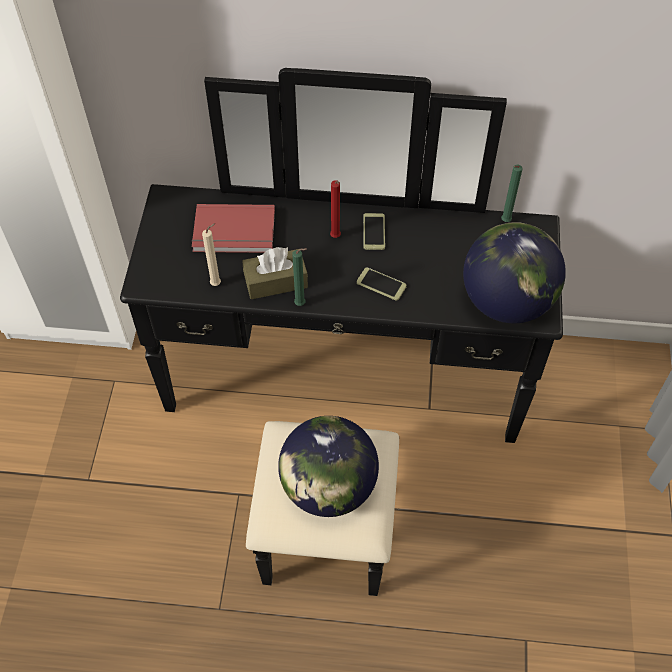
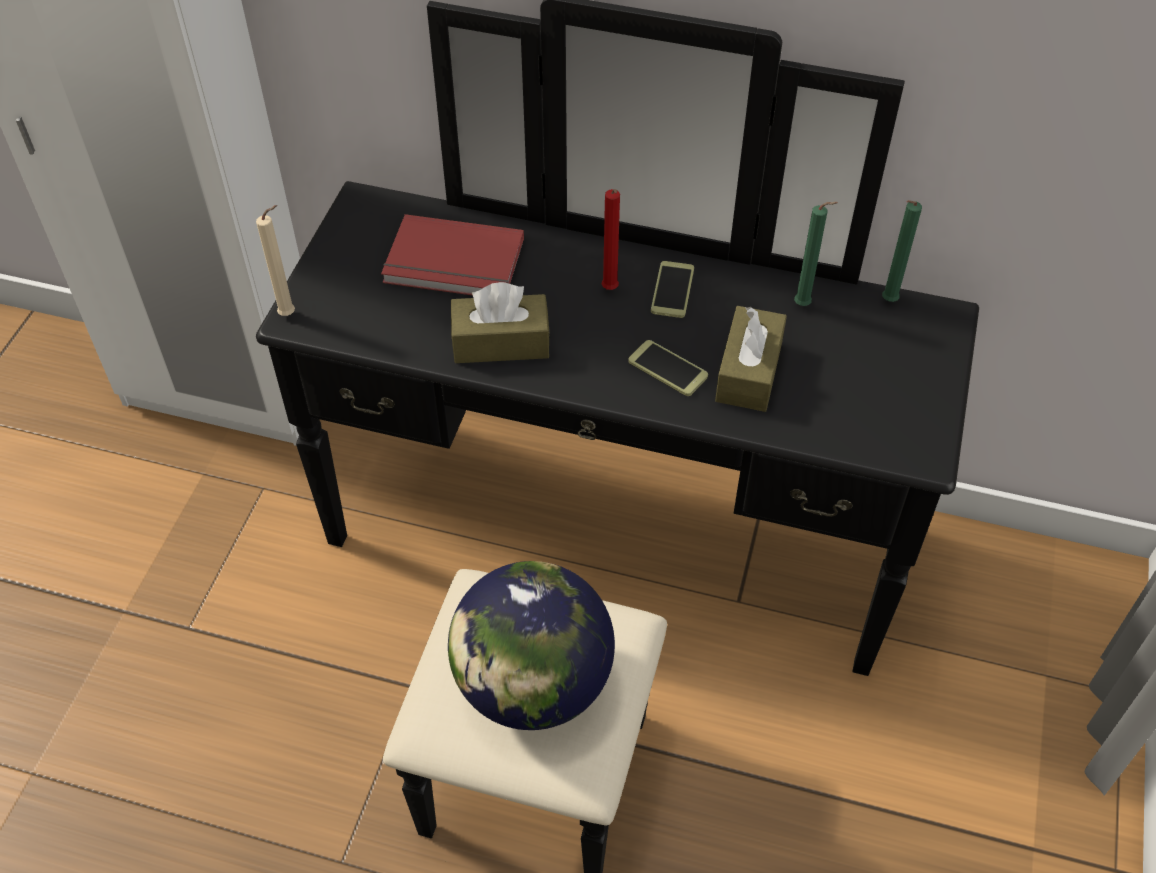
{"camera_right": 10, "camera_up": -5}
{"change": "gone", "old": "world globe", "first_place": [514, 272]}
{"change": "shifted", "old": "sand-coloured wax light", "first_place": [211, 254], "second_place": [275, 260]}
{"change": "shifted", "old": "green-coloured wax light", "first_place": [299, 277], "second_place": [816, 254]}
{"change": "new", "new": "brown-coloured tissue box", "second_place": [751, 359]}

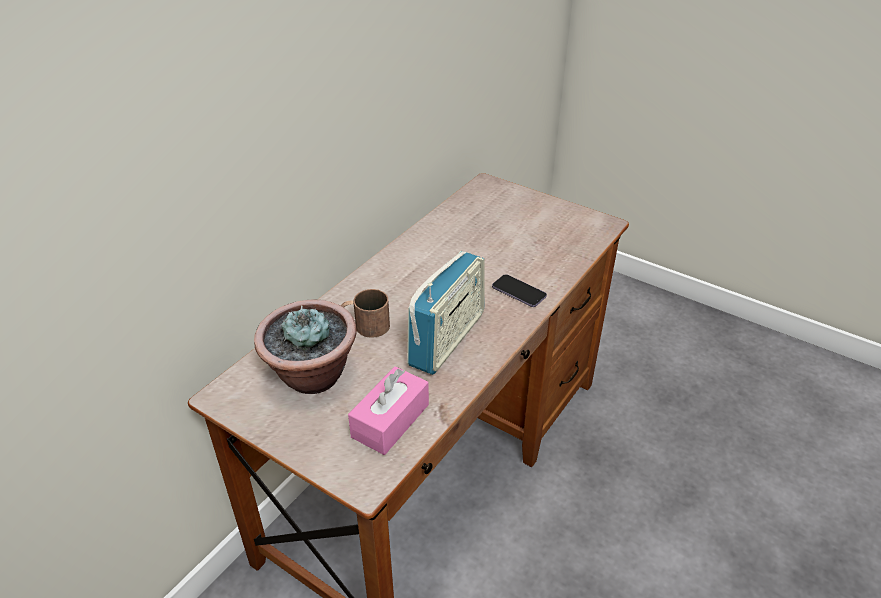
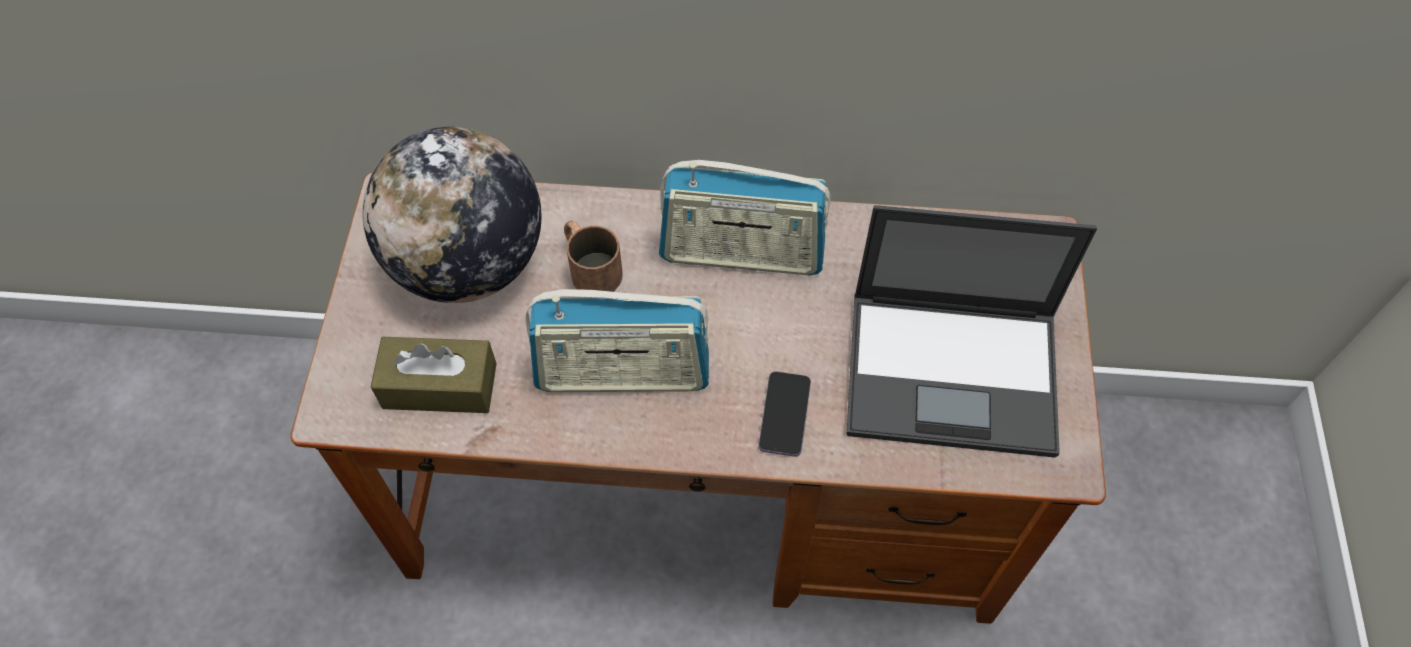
{"camera_right": 60, "camera_up": 20}
{"change": "swapped", "old": "plant in a pot", "new": "world globe", "first_place": [305, 346], "second_place": [452, 215]}
{"change": "repainted", "old": "pinkish tissue box", "new": "brown-coloured tissue box", "first_place": [388, 410], "second_place": [434, 375]}
{"change": "new", "new": "radio receiver", "second_place": [745, 218]}
{"change": "new", "new": "portable computer", "second_place": [972, 331]}

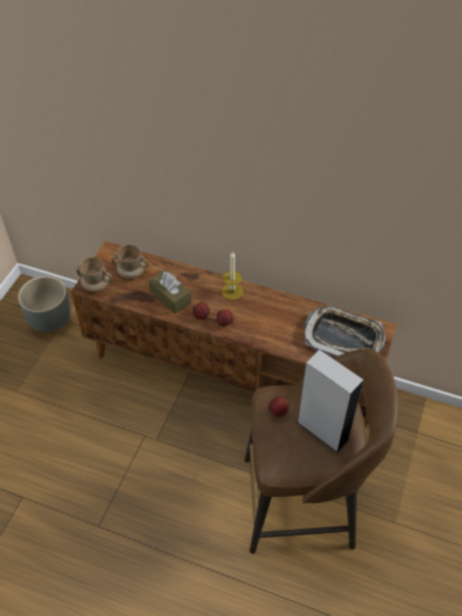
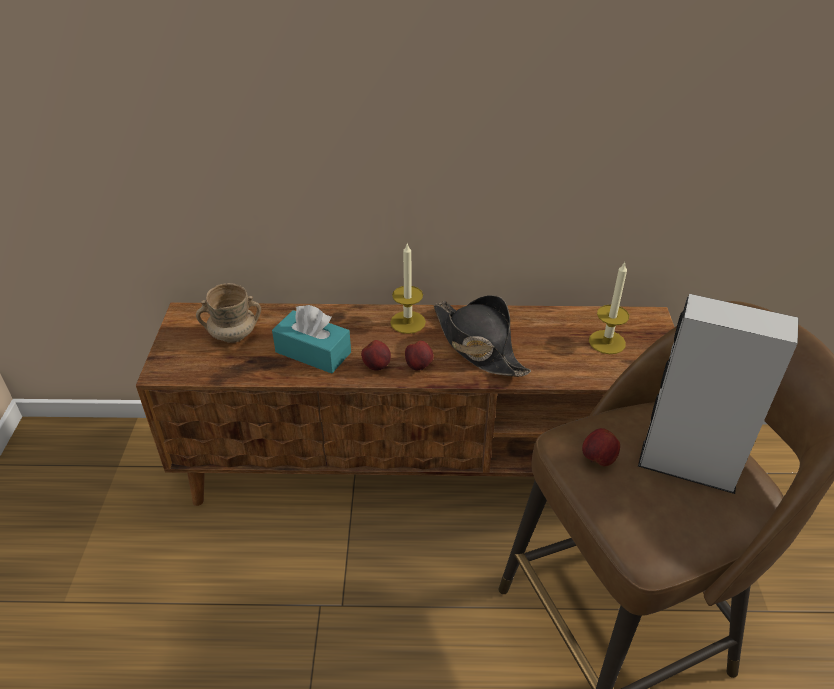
{"camera_right": -20, "camera_up": -10}
{"change": "gone", "old": "sand-coloured mug", "first_place": [94, 274]}
{"change": "repainted", "old": "brown-coloured tissue box", "new": "turquoise tissue box", "first_place": [170, 292], "second_place": [311, 339]}
{"change": "gone", "old": "greyish planter", "first_place": [44, 304]}
{"change": "swapped", "old": "serving tray", "new": "wax light", "first_place": [345, 331], "second_place": [609, 307]}
{"change": "new", "new": "black wearable hat", "second_place": [482, 336]}

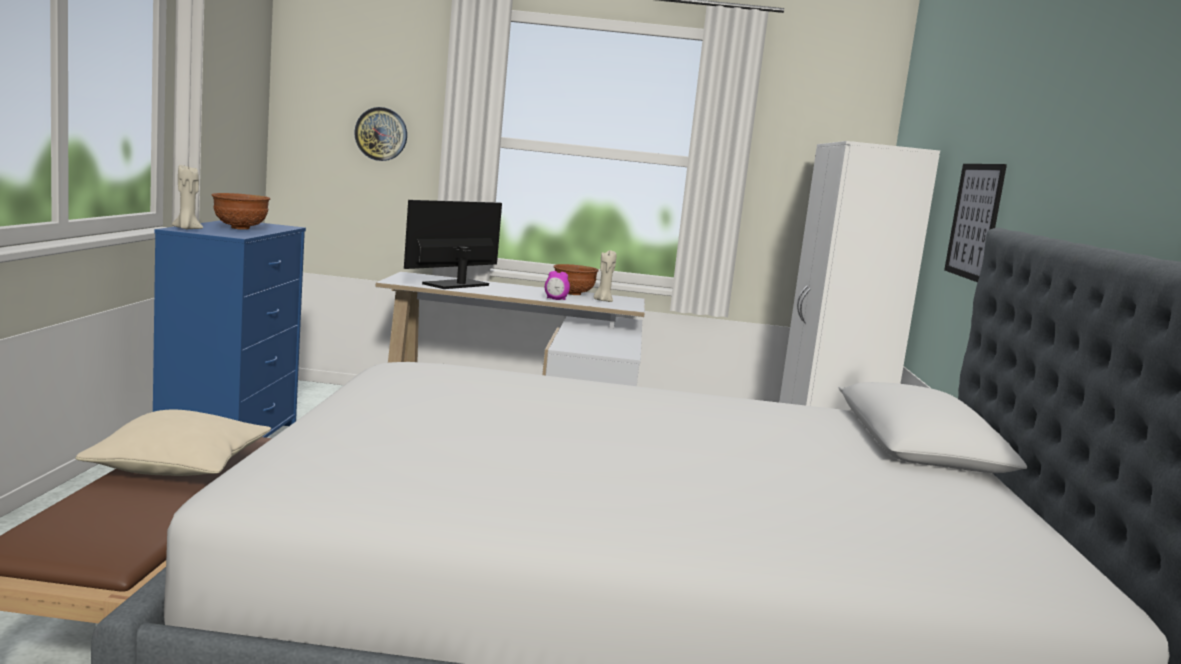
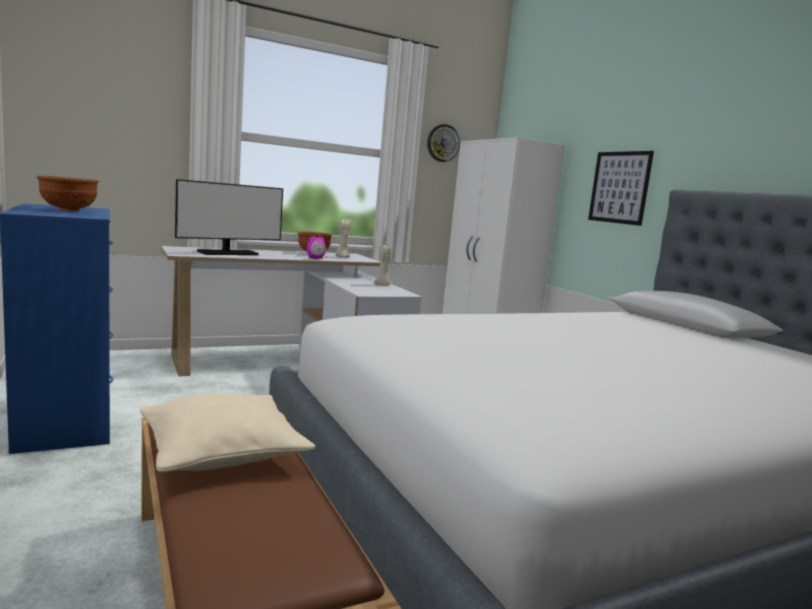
{"camera_right": -30, "camera_up": 0}
{"change": "shifted", "old": "clock on the wall", "first_place": [380, 134], "second_place": [443, 143]}
{"change": "shifted", "old": "sand-coloured wax light", "first_place": [187, 197], "second_place": [383, 265]}
{"change": "rotated", "old": "monitor", "first_place": [453, 244], "second_place": [229, 217], "degrees": -135}

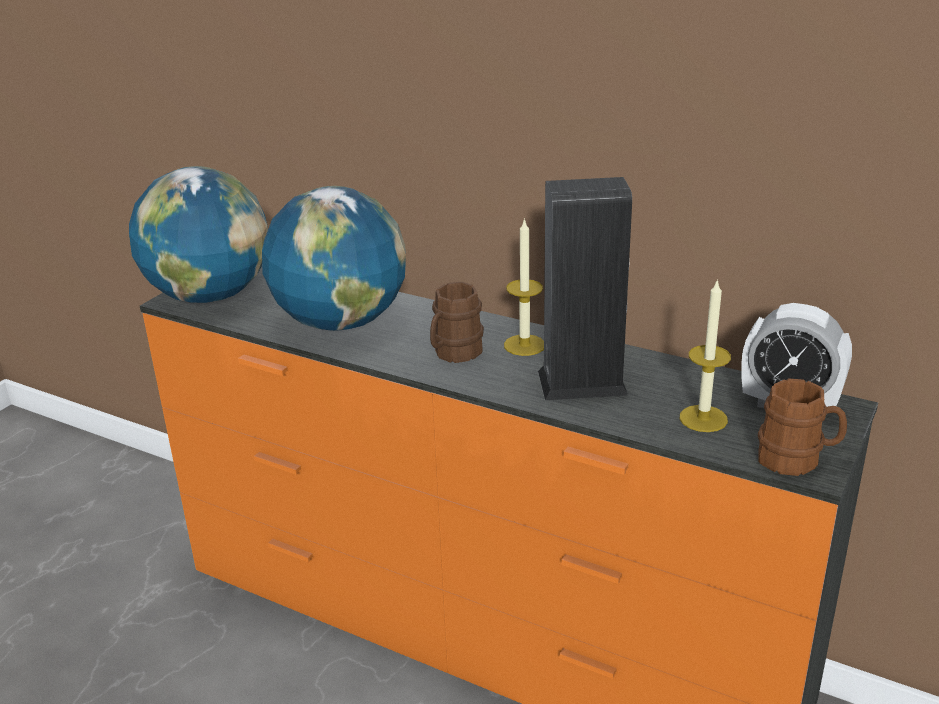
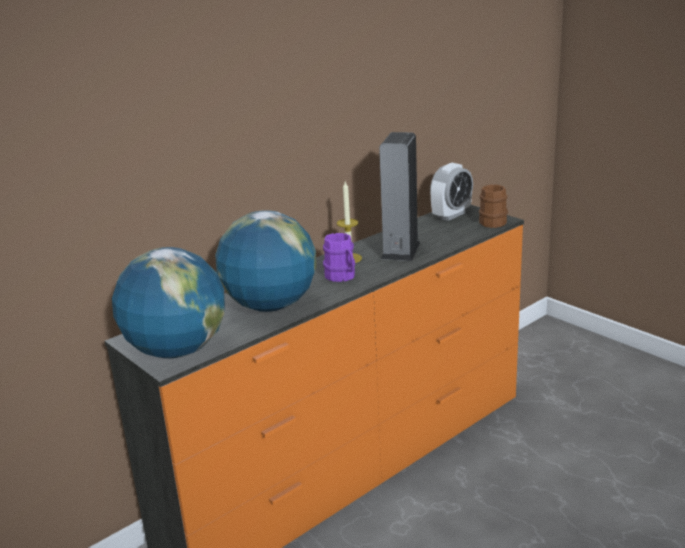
{"camera_right": -70, "camera_up": -5}
{"change": "gone", "old": "wax light", "first_place": [705, 355]}
{"change": "repainted", "old": "brown-coloured mug", "new": "purplish mug", "first_place": [457, 322], "second_place": [339, 257]}

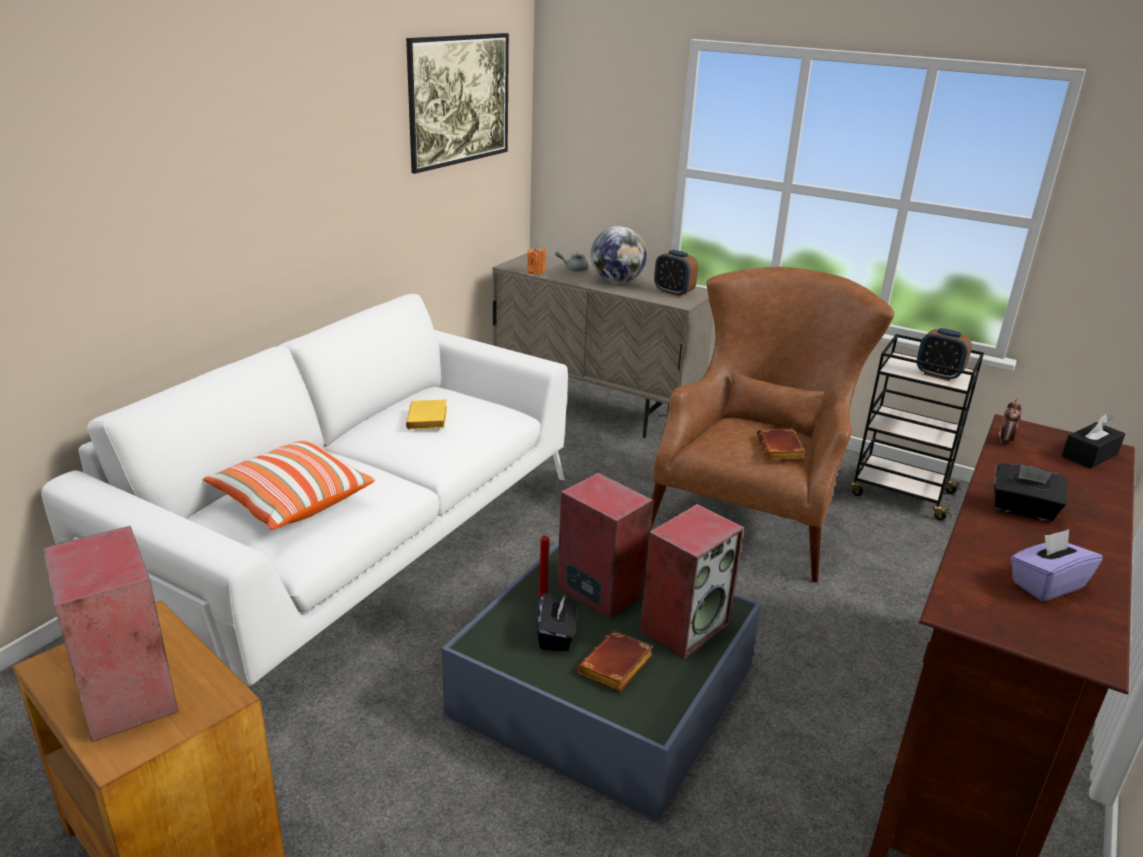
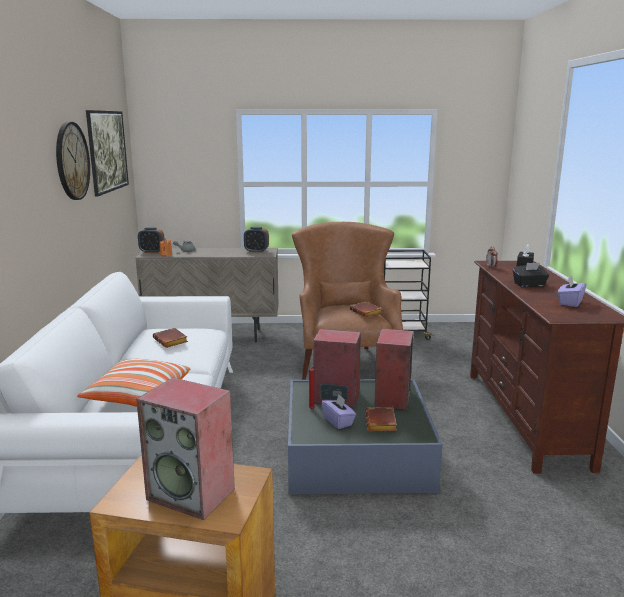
{"camera_right": -30, "camera_up": -10}
{"change": "gone", "old": "world globe", "first_place": [619, 254]}
{"change": "shifted", "old": "bedside clock", "first_place": [944, 354], "second_place": [151, 240]}
{"change": "repainted", "old": "yellowish volume", "new": "brown-coloured volume", "first_place": [426, 414], "second_place": [170, 338]}
{"change": "repainted", "old": "black tissue box", "new": "purplish tissue box", "first_place": [557, 622], "second_place": [338, 411]}
{"change": "new", "new": "clock on the wall", "second_place": [73, 161]}

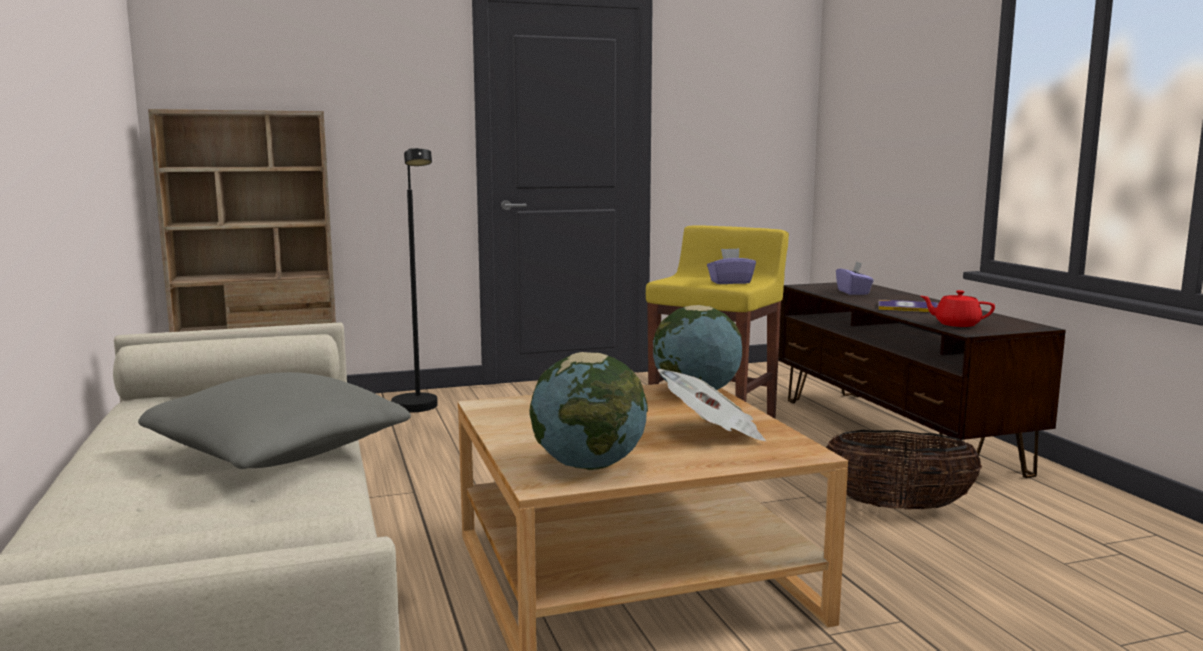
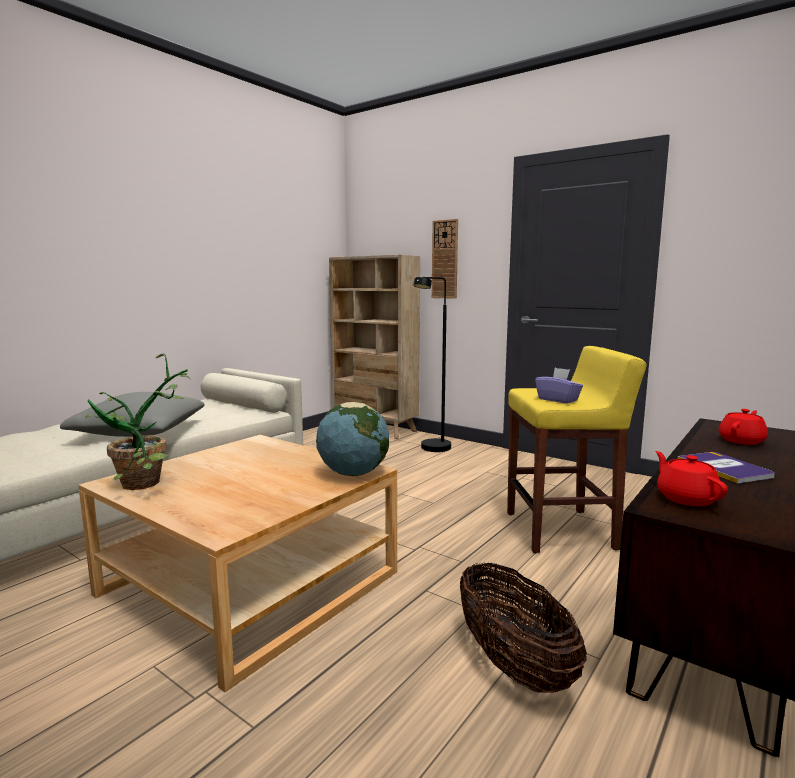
{"camera_right": 55, "camera_up": 0}
{"change": "swapped", "old": "purplish tissue box", "new": "reddish teapot", "first_place": [855, 278], "second_place": [743, 427]}
{"change": "swapped", "old": "world globe", "new": "plant in a pot", "first_place": [588, 411], "second_place": [137, 421]}
{"change": "gone", "old": "daily paper", "first_place": [712, 405]}
{"change": "new", "new": "clock on the wall", "second_place": [445, 259]}

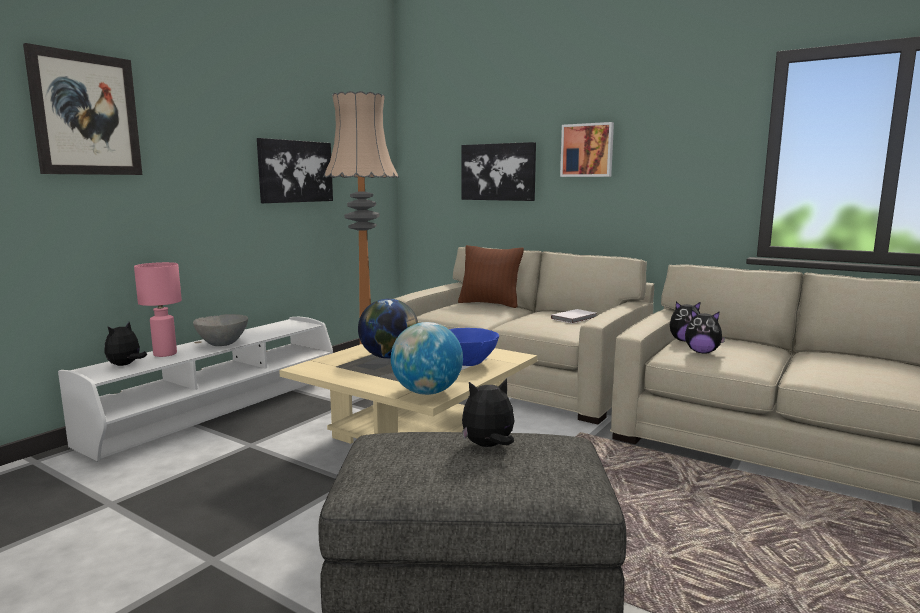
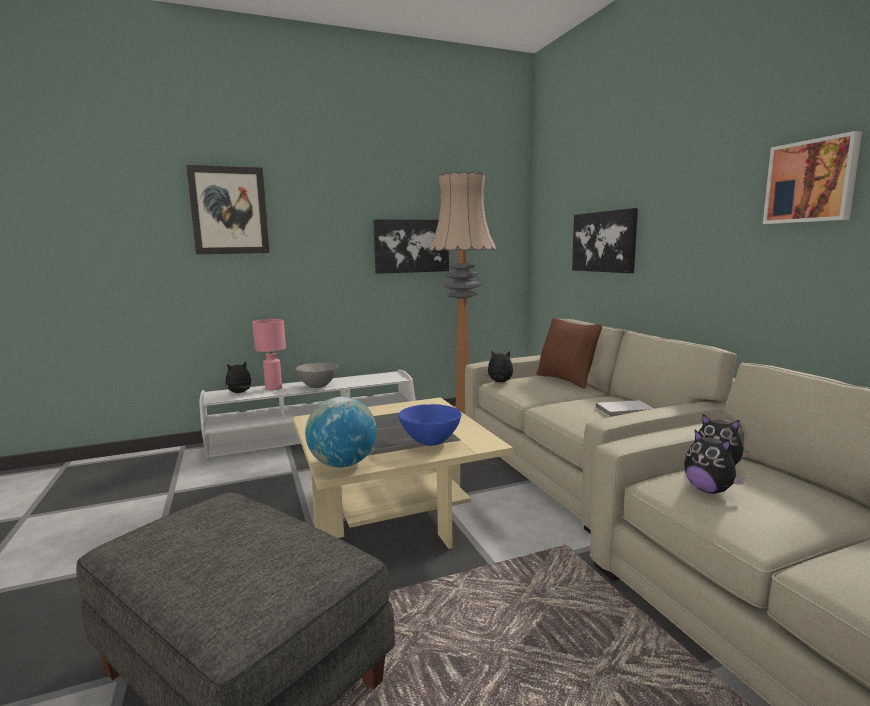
{"camera_right": 35, "camera_up": 0}
{"change": "shifted", "old": "picture", "first_place": [587, 149], "second_place": [812, 177]}
{"change": "gone", "old": "world globe", "first_place": [388, 329]}
{"change": "shifted", "old": "plush toy", "first_place": [488, 413], "second_place": [498, 366]}

